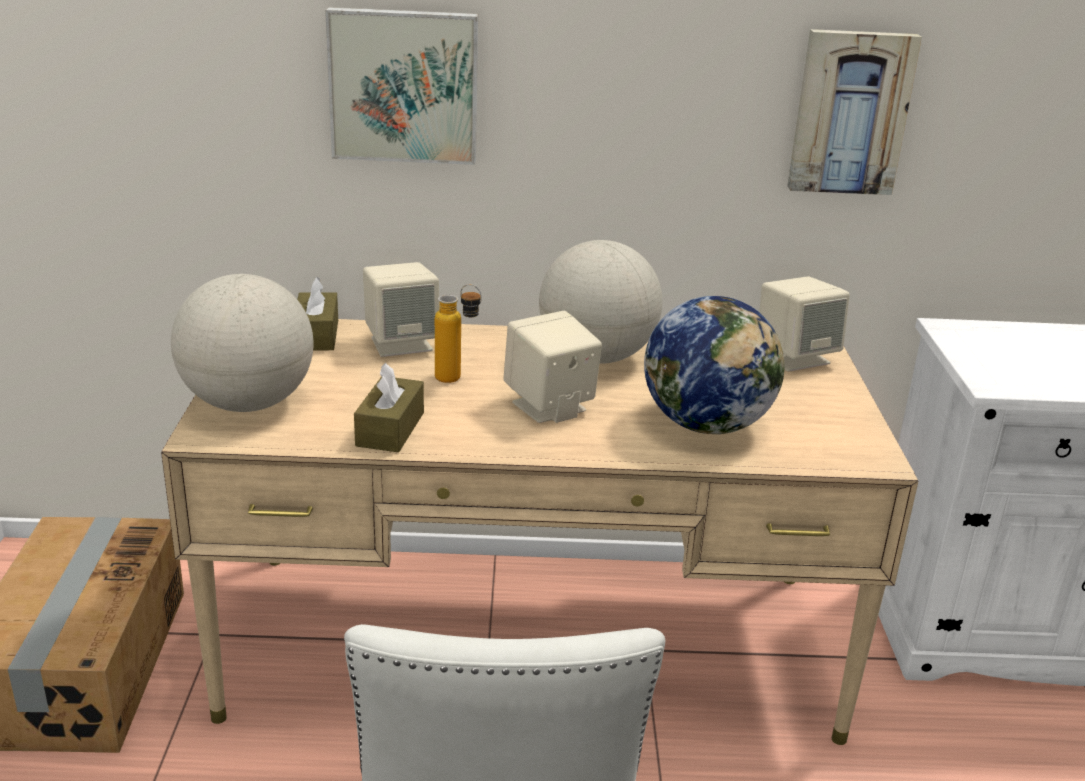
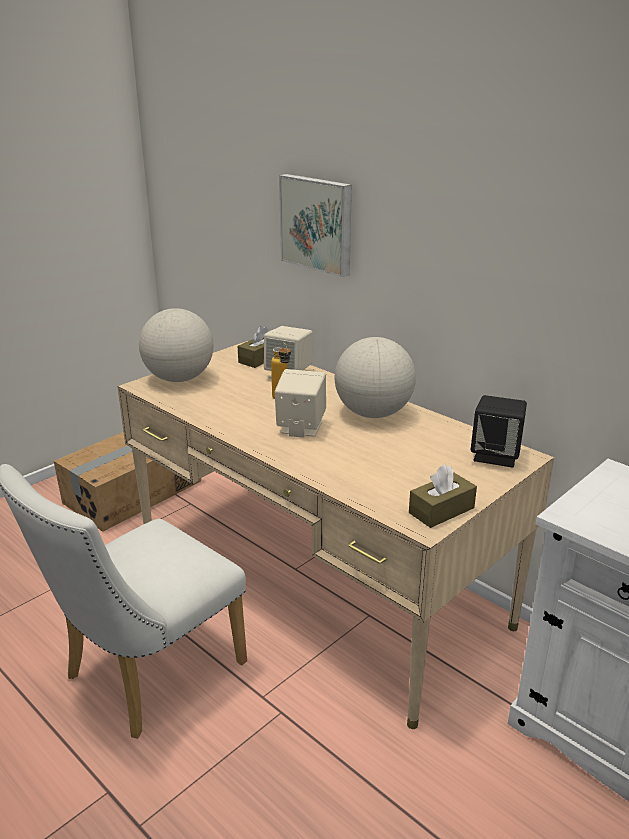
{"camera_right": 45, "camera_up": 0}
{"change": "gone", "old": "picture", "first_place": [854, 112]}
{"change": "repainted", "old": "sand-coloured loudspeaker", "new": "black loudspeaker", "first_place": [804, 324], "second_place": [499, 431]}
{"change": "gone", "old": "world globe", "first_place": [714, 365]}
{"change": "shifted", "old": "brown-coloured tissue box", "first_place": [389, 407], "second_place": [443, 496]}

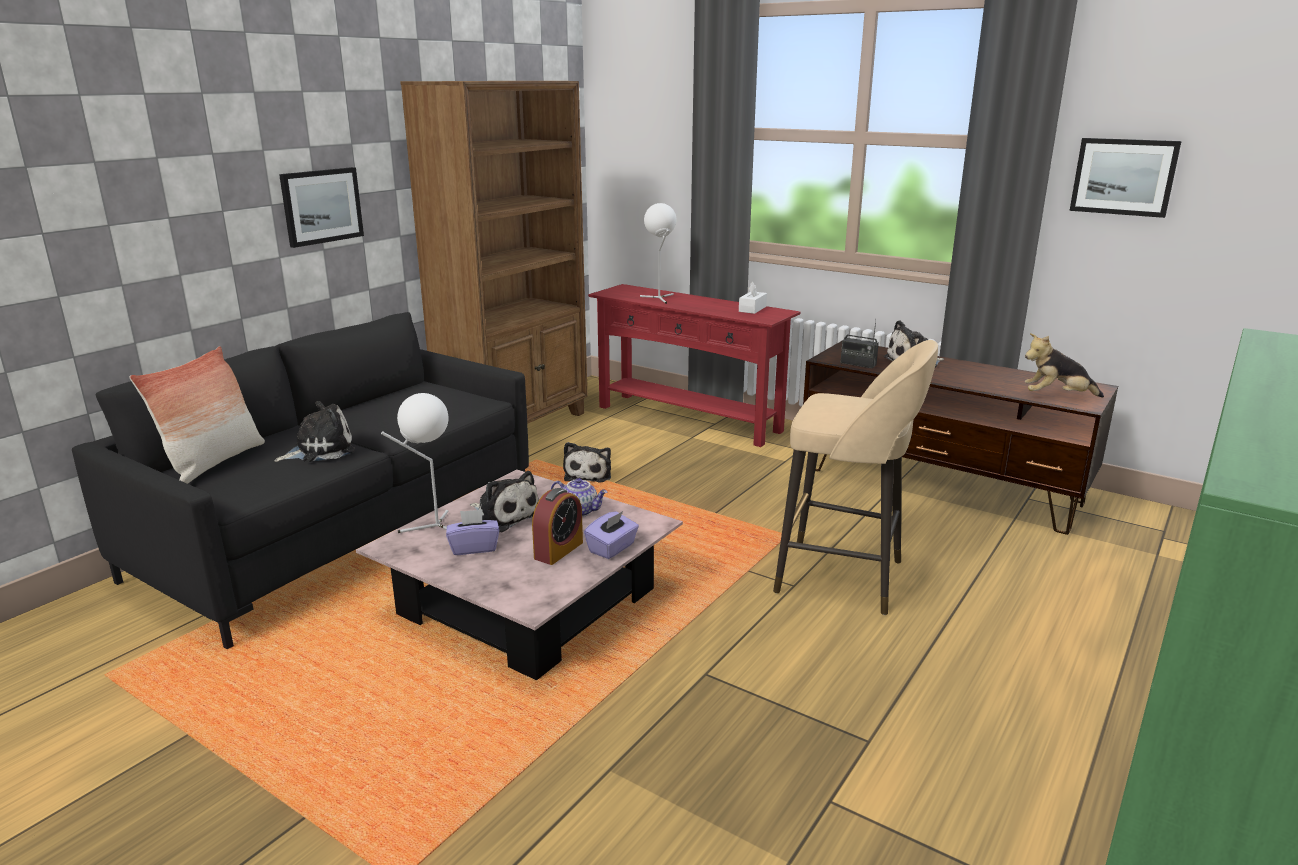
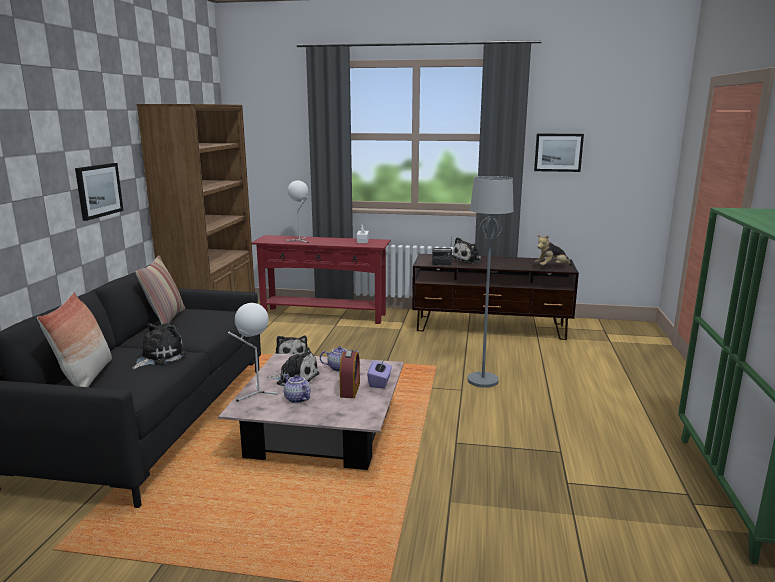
{"camera_right": -25, "camera_up": -5}
{"change": "swapped", "old": "sand-coloured stool", "new": "greyish floor lamp", "first_place": [855, 477], "second_place": [490, 282]}
{"change": "swapped", "old": "purplish tissue box", "new": "teapot", "first_place": [472, 532], "second_place": [297, 388]}
{"change": "new", "new": "pillow", "second_place": [160, 289]}

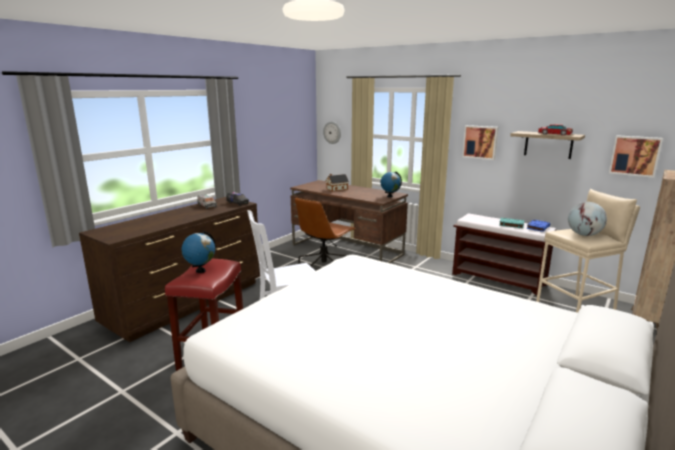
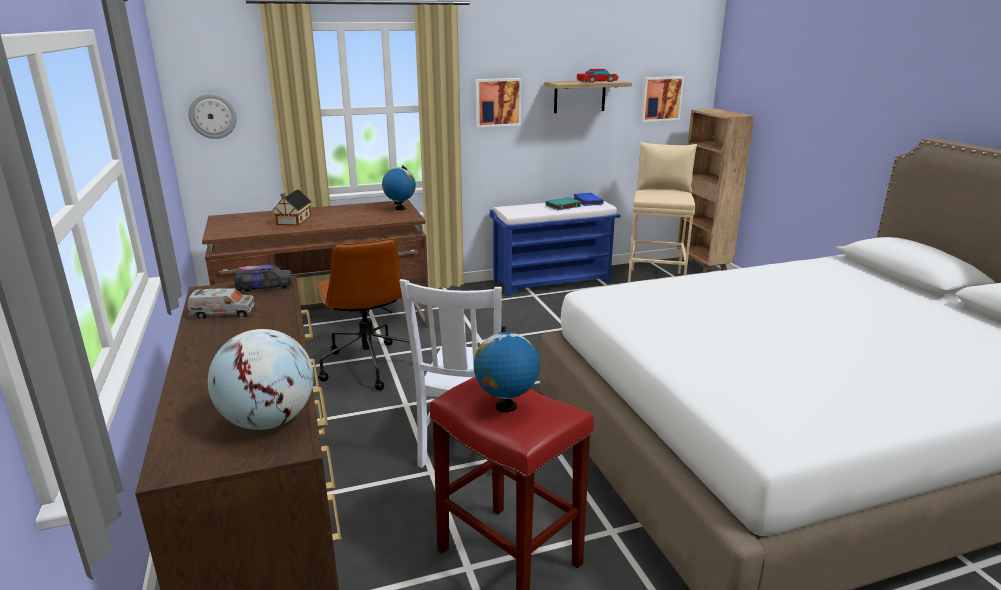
{"camera_right": -55, "camera_up": 5}
{"change": "shifted", "old": "world globe", "first_place": [587, 219], "second_place": [261, 379]}
{"change": "repainted", "old": "brown-coloured indoor bench", "new": "bluish indoor bench", "first_place": [504, 254], "second_place": [554, 248]}

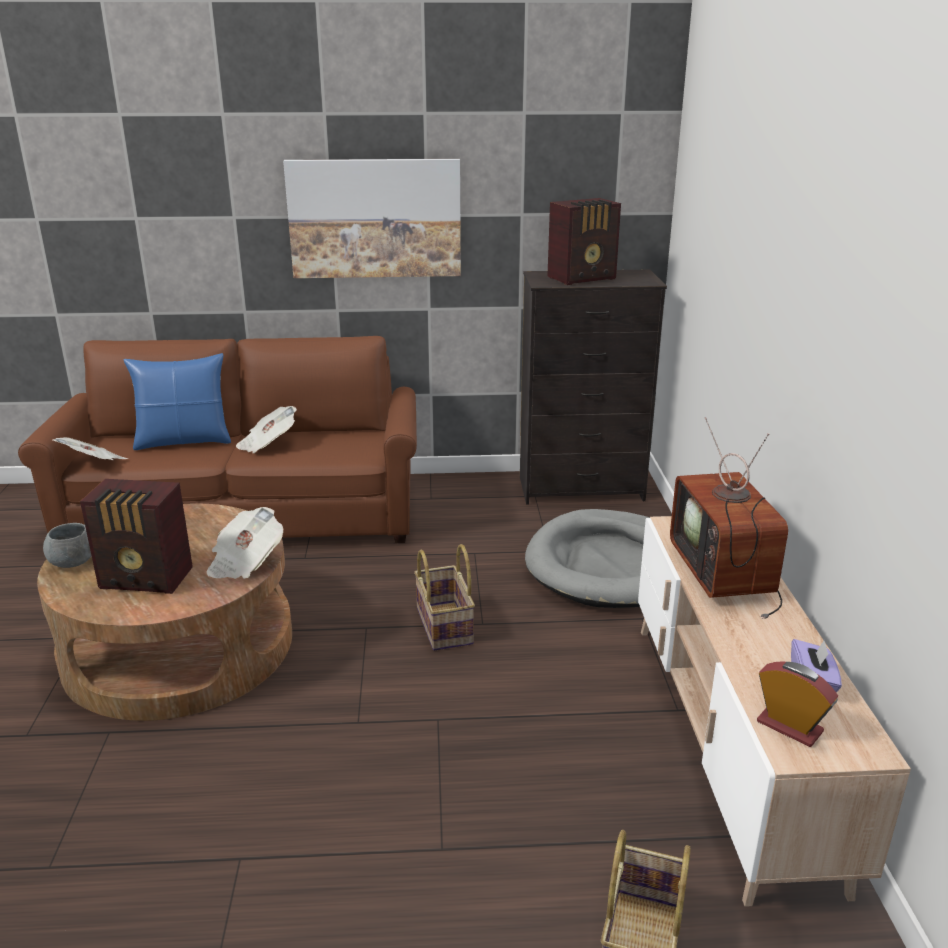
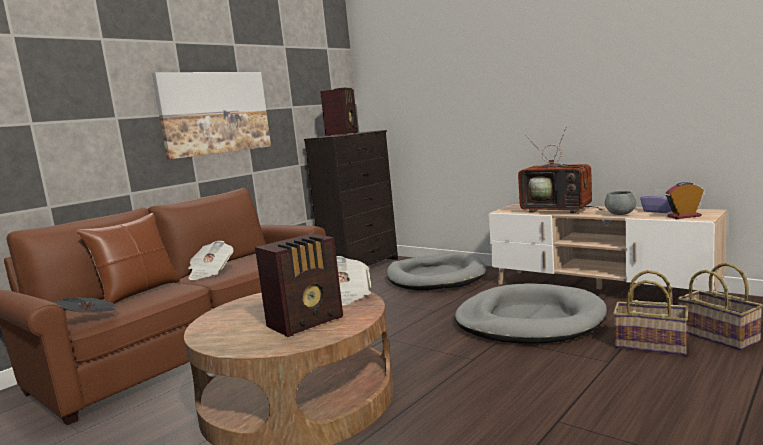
{"camera_right": -45, "camera_up": -15}
{"change": "repainted", "old": "bluish pillow", "new": "brown-coloured pillow", "first_place": [177, 401], "second_place": [128, 258]}
{"change": "shifted", "old": "greyish serving bowl", "first_place": [67, 545], "second_place": [620, 203]}
{"change": "shifted", "old": "household basket", "first_place": [444, 597], "second_place": [650, 313]}
{"change": "new", "new": "greyish dog cushion", "second_place": [531, 314]}

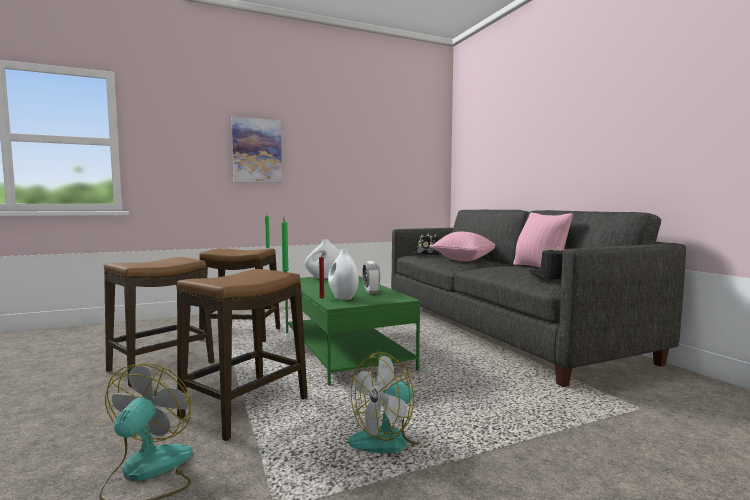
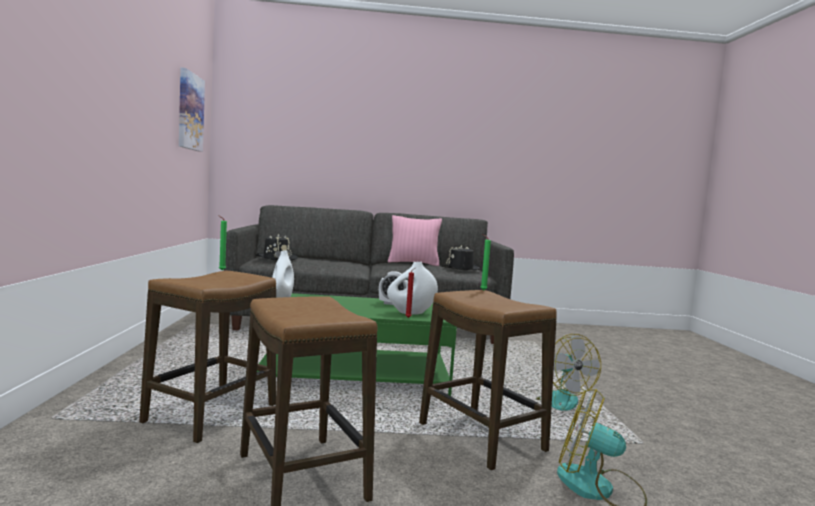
{"camera_right": -70, "camera_up": 0}
{"change": "shifted", "old": "picture", "first_place": [257, 150], "second_place": [192, 109]}
{"change": "gone", "old": "pinkish pillow", "first_place": [462, 246]}

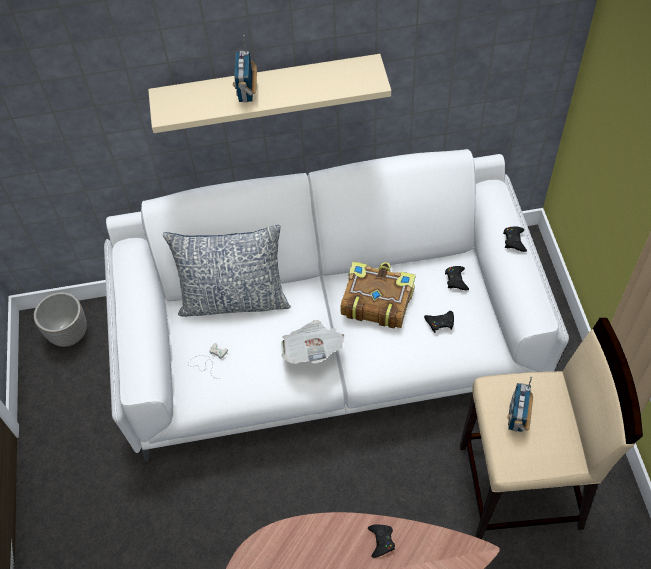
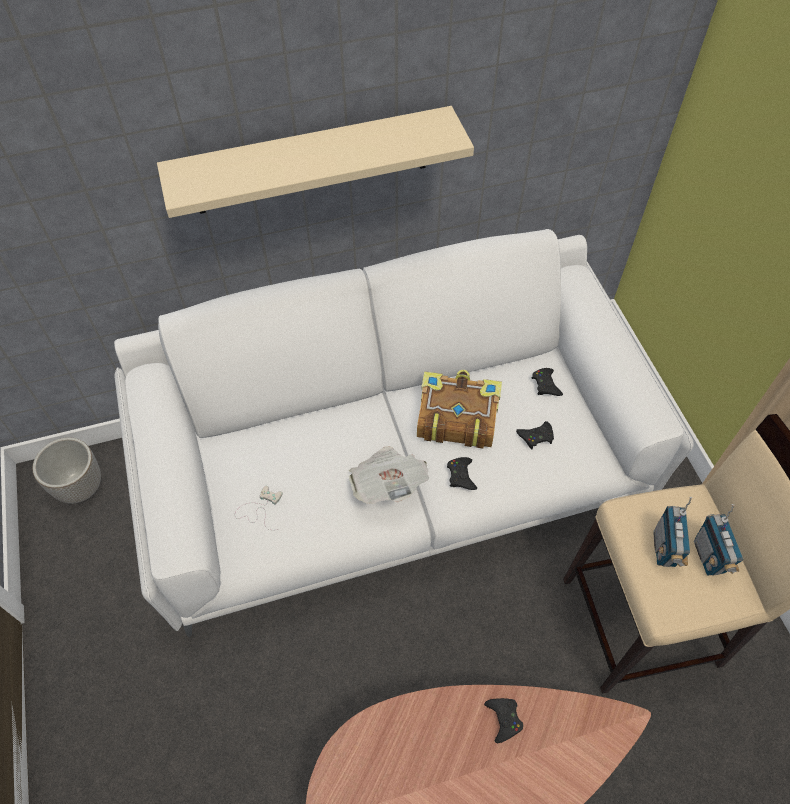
{"camera_right": -10, "camera_up": 0}
{"change": "shifted", "old": "radio receiver", "first_place": [245, 68], "second_place": [718, 540]}
{"change": "gone", "old": "pillow", "first_place": [226, 271]}
{"change": "shifted", "old": "black game controller", "first_place": [515, 239], "second_place": [462, 473]}

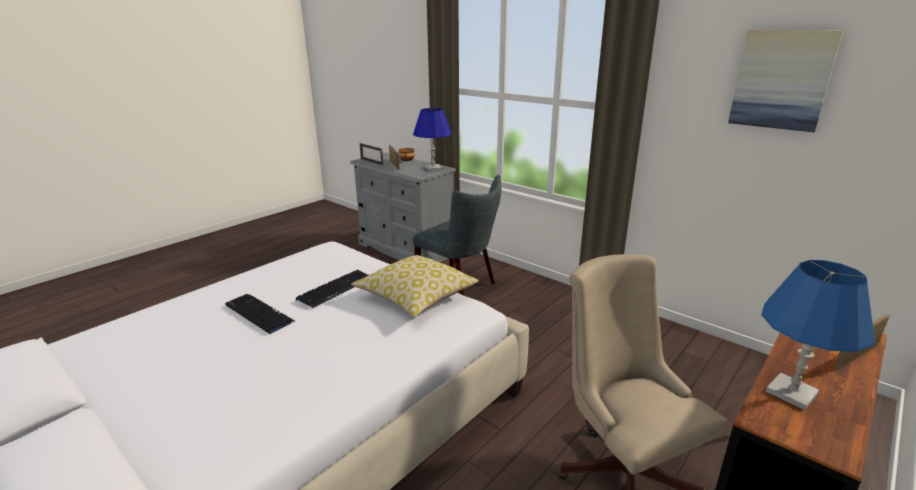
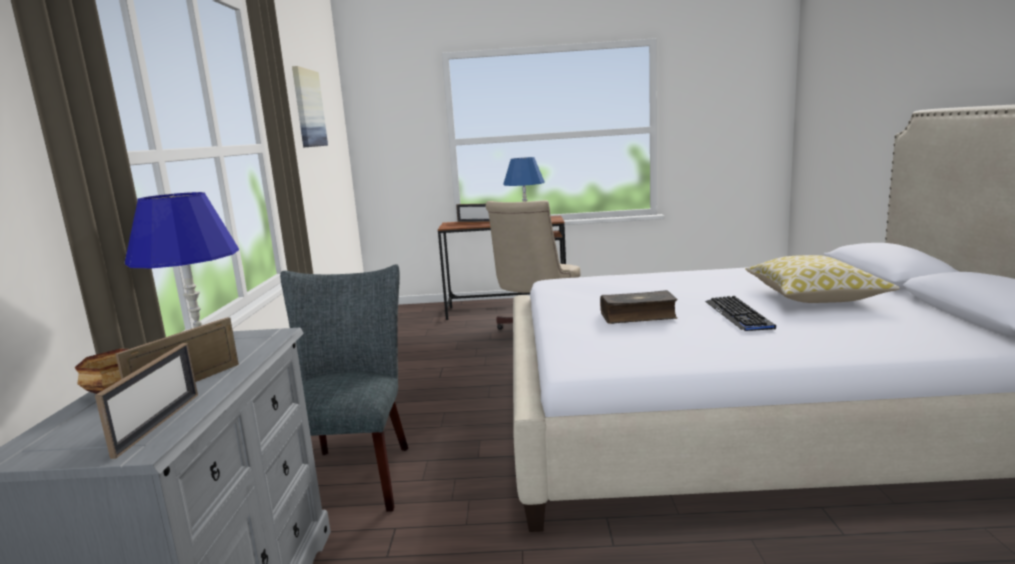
{"camera_right": -130, "camera_up": -10}
{"change": "shifted", "old": "pillow", "first_place": [415, 286], "second_place": [822, 279]}
{"change": "swapped", "old": "keyboard", "new": "volume", "first_place": [332, 289], "second_place": [639, 307]}

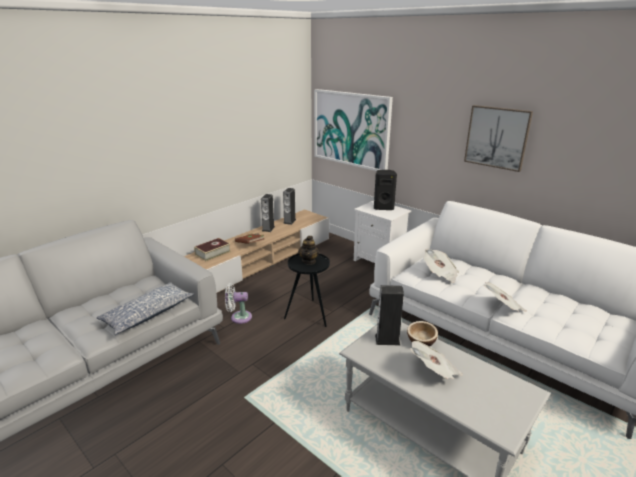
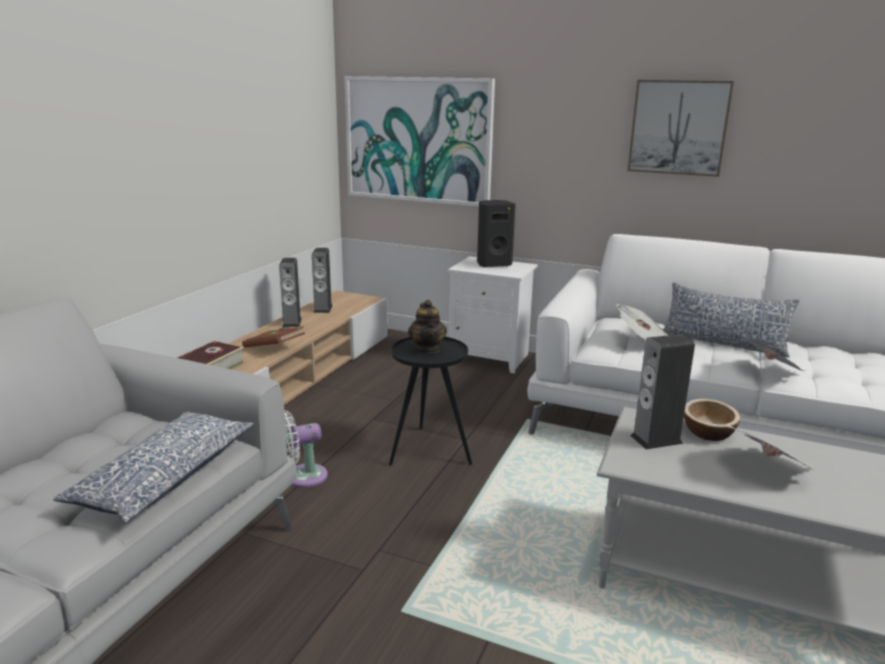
{"camera_right": -20, "camera_up": -5}
{"change": "new", "new": "pillow", "second_place": [731, 320]}

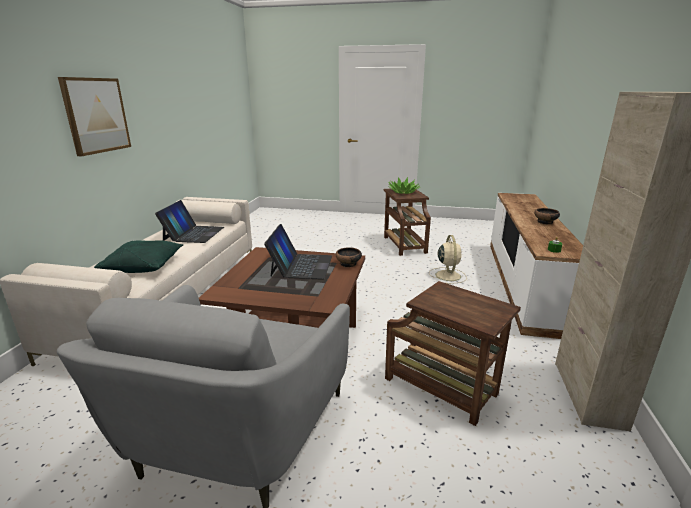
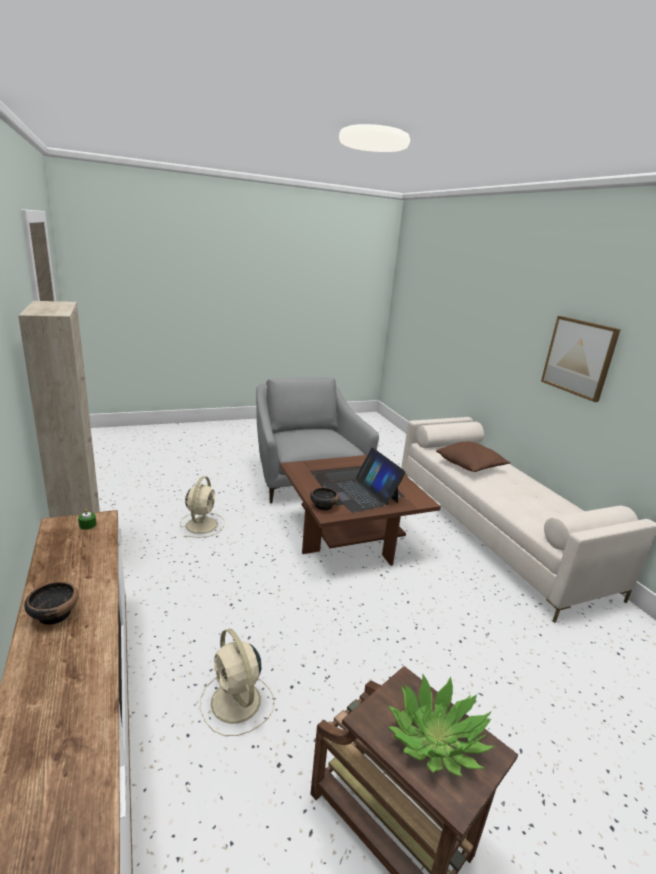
{"camera_right": 145, "camera_up": 0}
{"change": "gone", "old": "portable computer", "first_place": [189, 221]}
{"change": "repainted", "old": "green-coloured pillow", "new": "brown-coloured pillow", "first_place": [139, 256], "second_place": [473, 456]}
{"change": "swapped", "old": "brown-coloured end table", "new": "sand-coloured cooling fan", "first_place": [453, 353], "second_place": [202, 507]}

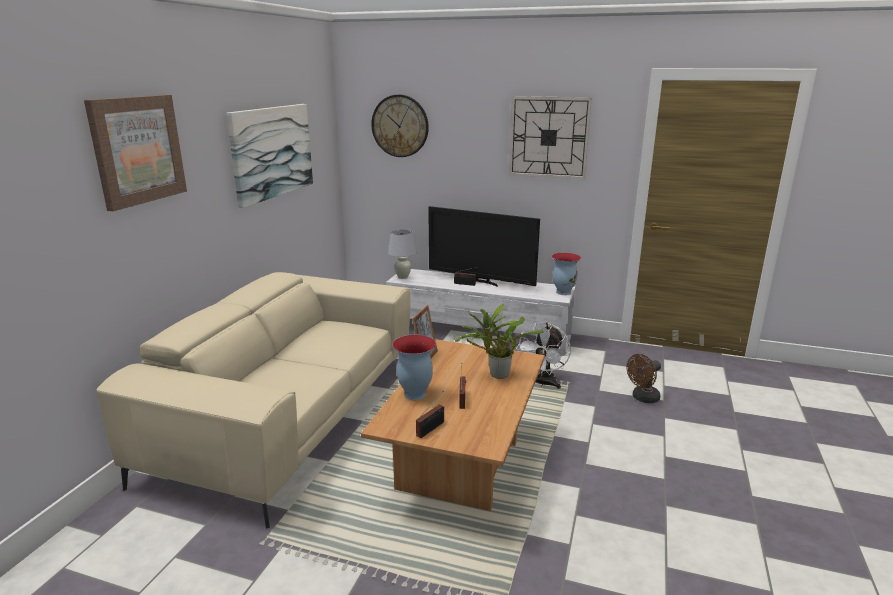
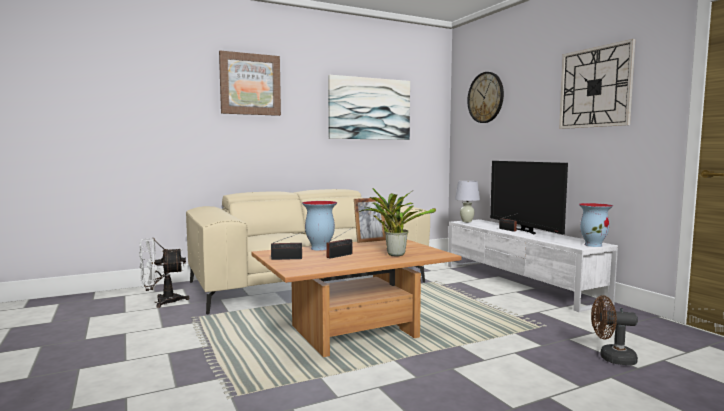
{"camera_right": 45, "camera_up": -15}
{"change": "shifted", "old": "white cooling fan", "first_place": [543, 355], "second_place": [164, 273]}

